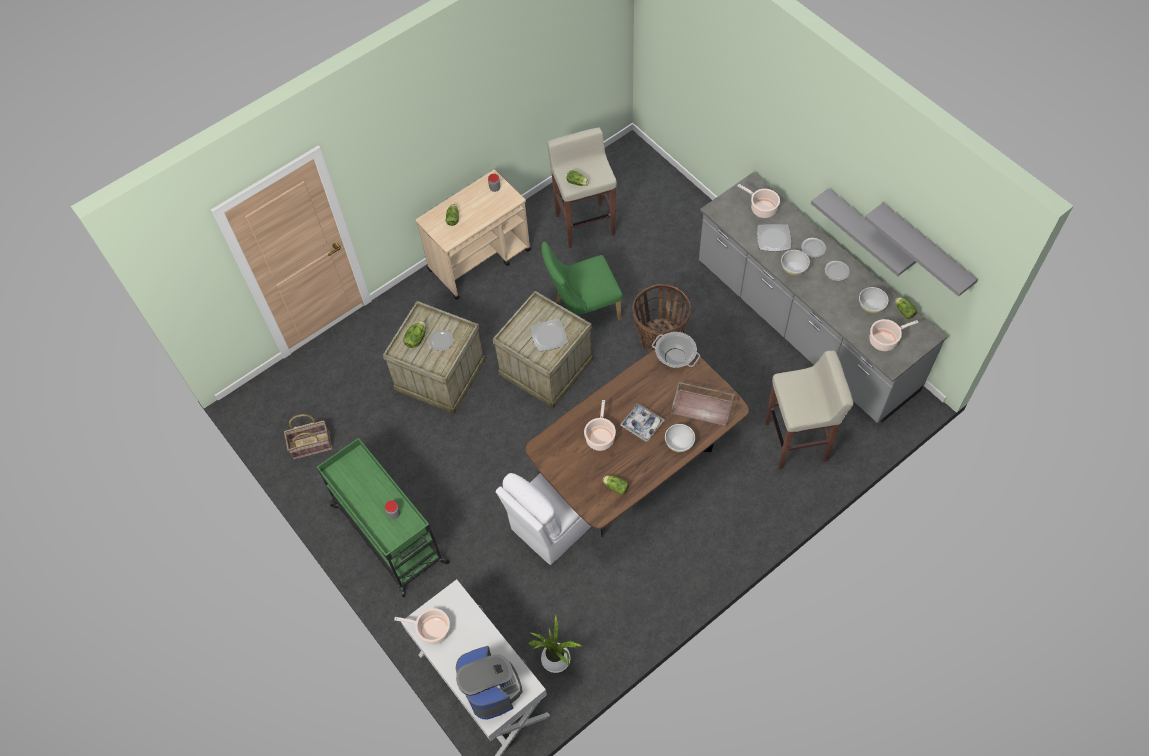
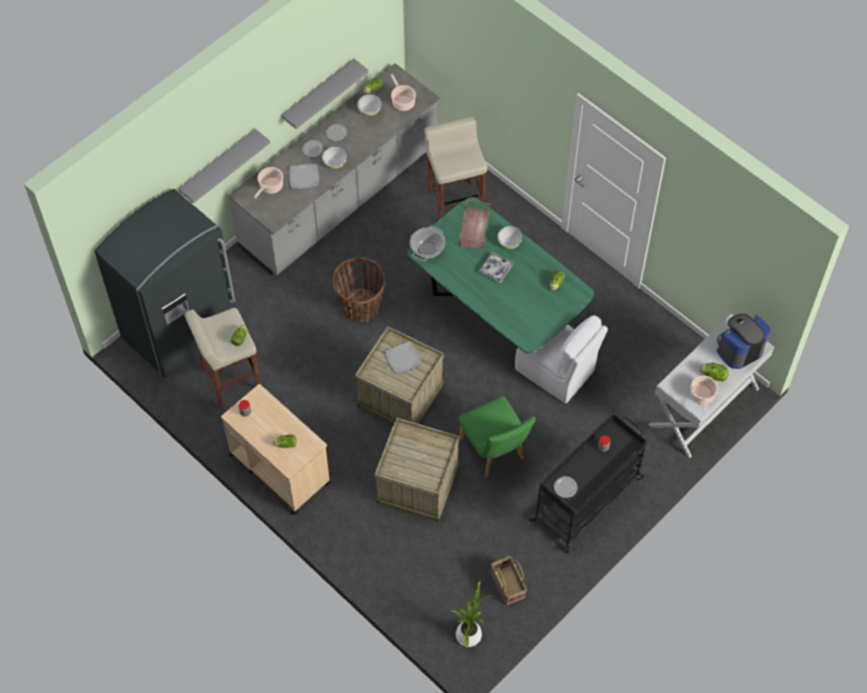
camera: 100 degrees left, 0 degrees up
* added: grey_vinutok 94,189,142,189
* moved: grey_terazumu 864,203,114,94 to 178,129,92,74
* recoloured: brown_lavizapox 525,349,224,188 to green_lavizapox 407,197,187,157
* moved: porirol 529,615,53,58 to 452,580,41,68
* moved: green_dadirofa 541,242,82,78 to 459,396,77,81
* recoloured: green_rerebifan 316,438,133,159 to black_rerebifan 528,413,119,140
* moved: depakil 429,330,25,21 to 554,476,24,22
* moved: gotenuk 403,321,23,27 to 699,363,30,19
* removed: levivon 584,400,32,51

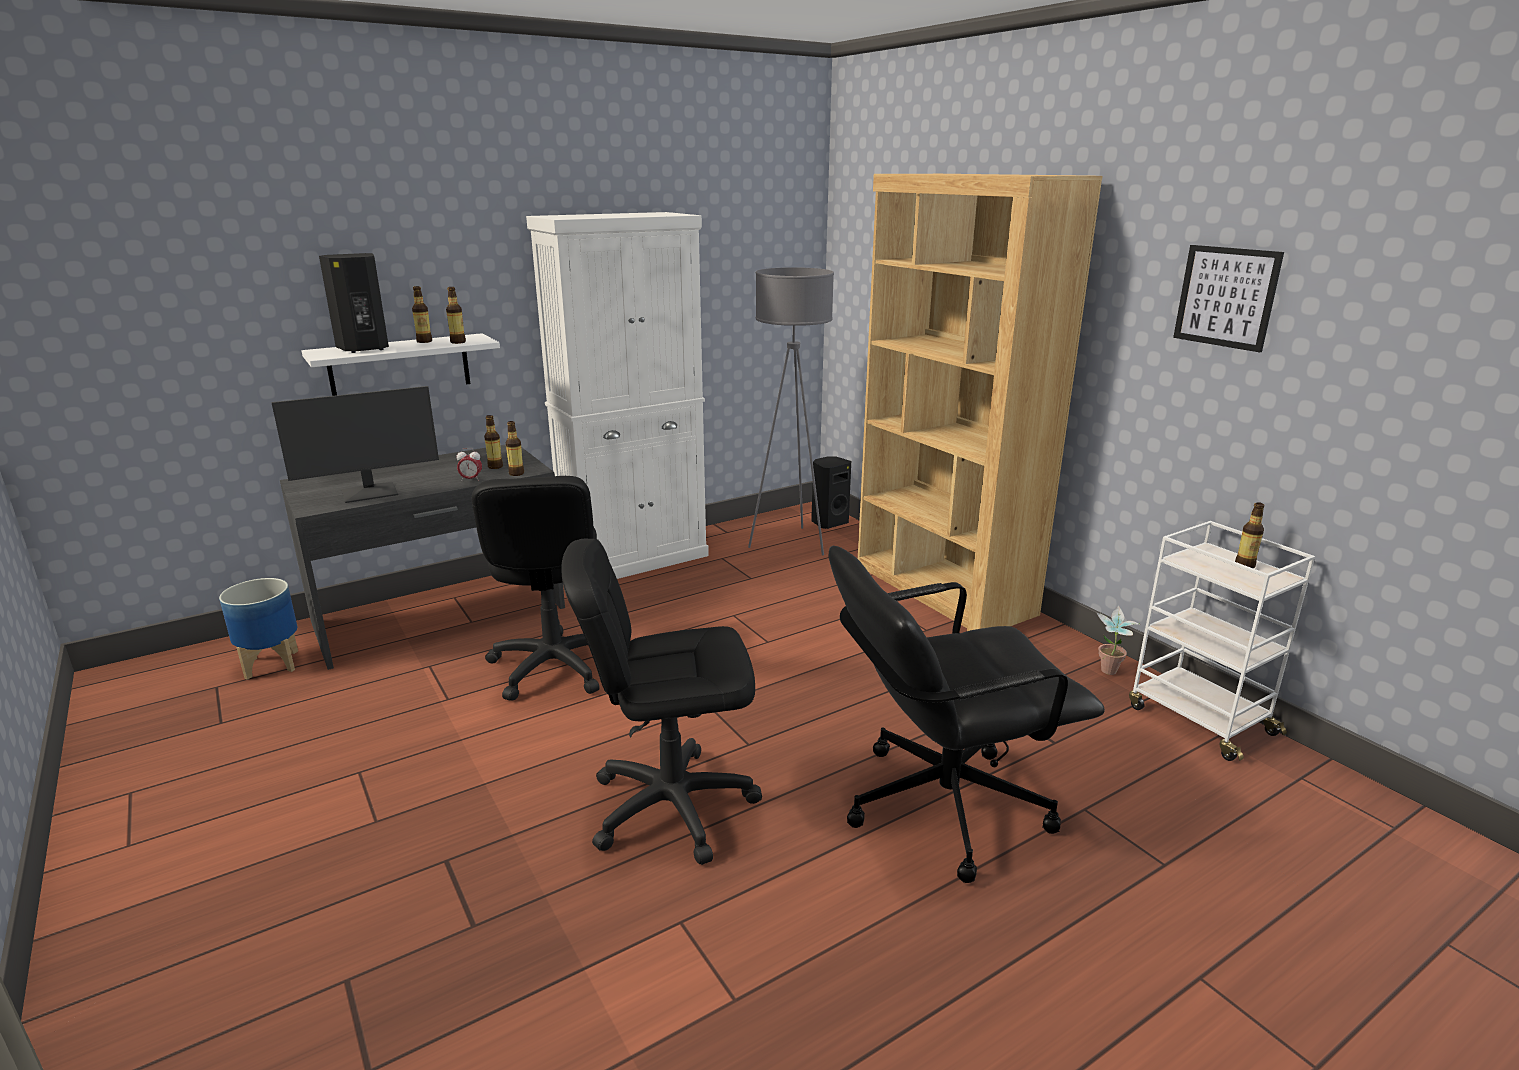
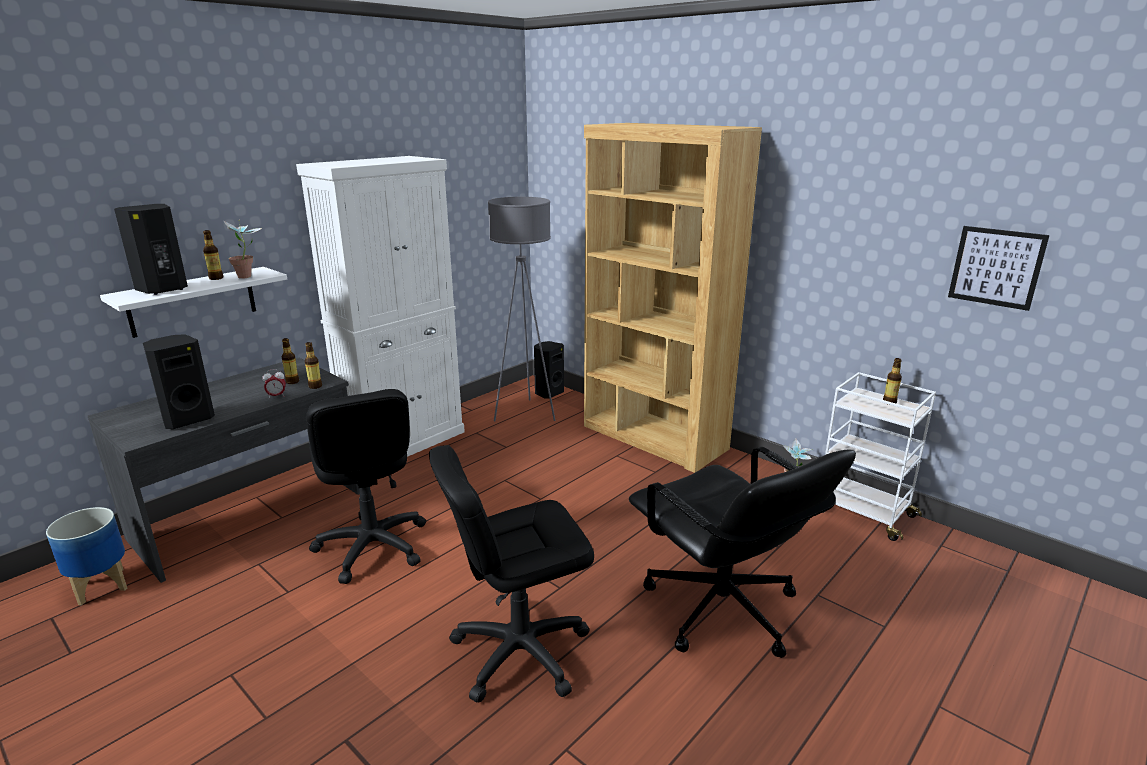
camera: 15 degrees left, 0 degrees up
* replaced: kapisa 271,386,168,117 to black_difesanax 143,334,72,95
* replaced: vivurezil 446,287,20,57 to porirol 223,220,39,59
* turned: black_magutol 829,546,276,337 = 629,447,227,211 90 degrees counterclockwise
* moved: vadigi 1173,245,111,107 to 948,226,102,85

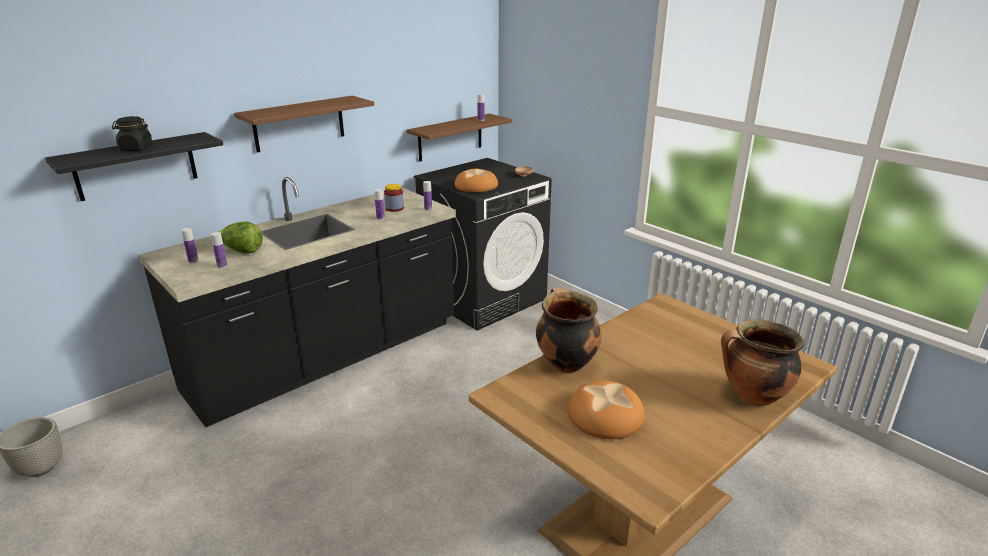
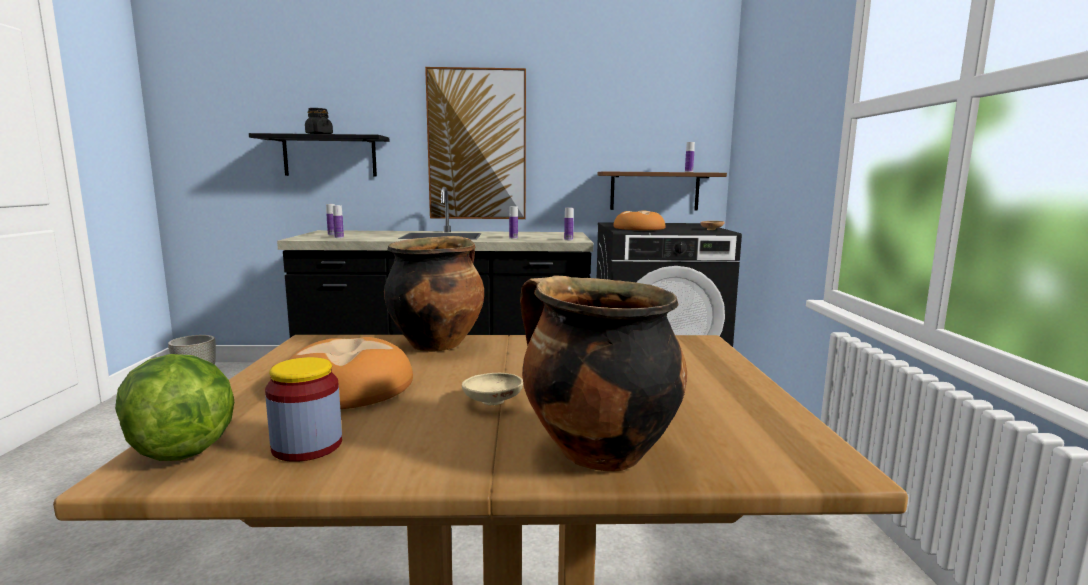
camera: 40 degrees right, 15 degrees down
* moved: gotenuk 219,221,44,32 to 115,354,119,107
* moved: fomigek 384,184,20,28 to 265,357,77,105
* replaced: brown_terazumu 234,96,140,57 to vadigi 425,67,101,152
* added: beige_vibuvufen 462,373,61,32

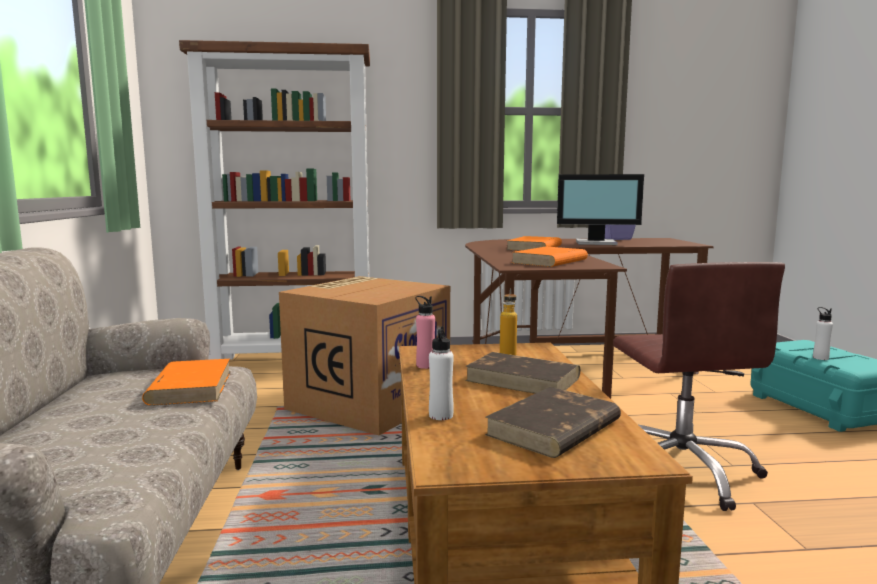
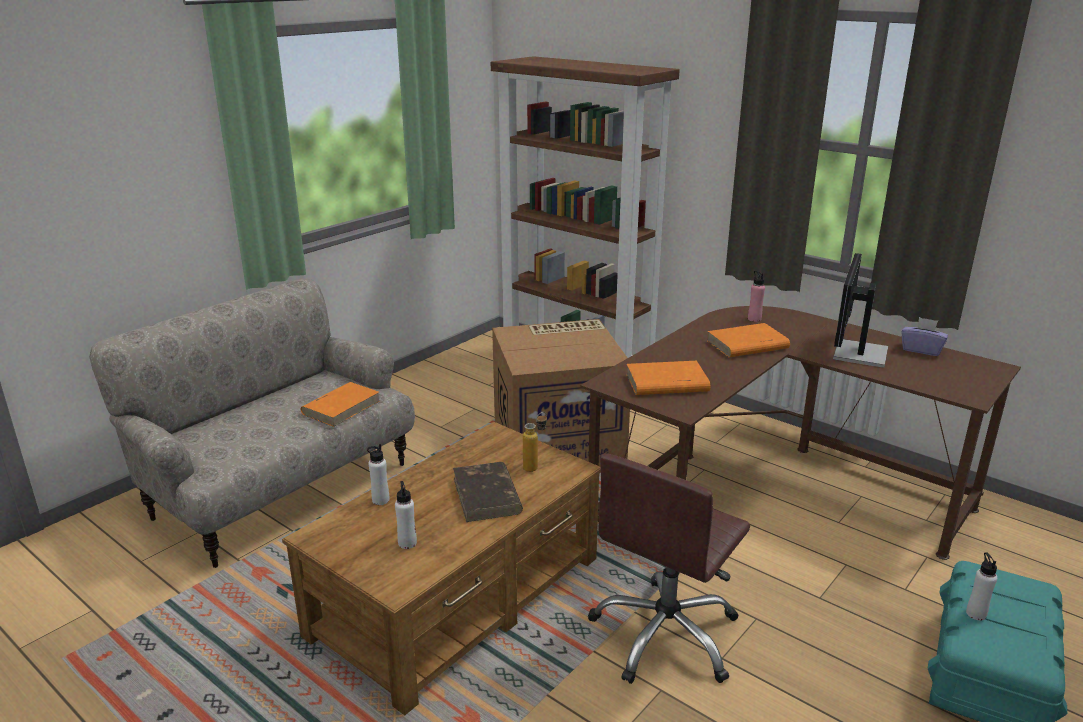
camera: 45 degrees right, 15 degrees up
* replaced: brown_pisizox 485,387,136,71 to white_vivurezil 395,481,22,68
* moved: pink_vivurezil 415,296,20,73 to 748,271,17,51
* turned: kapisa 557,174,87,71 = 833,253,55,115 60 degrees clockwise

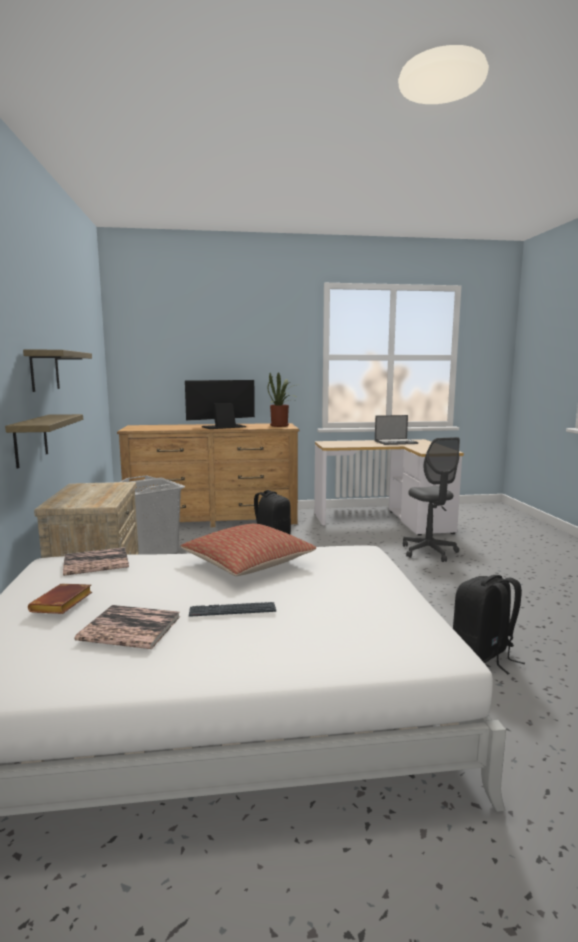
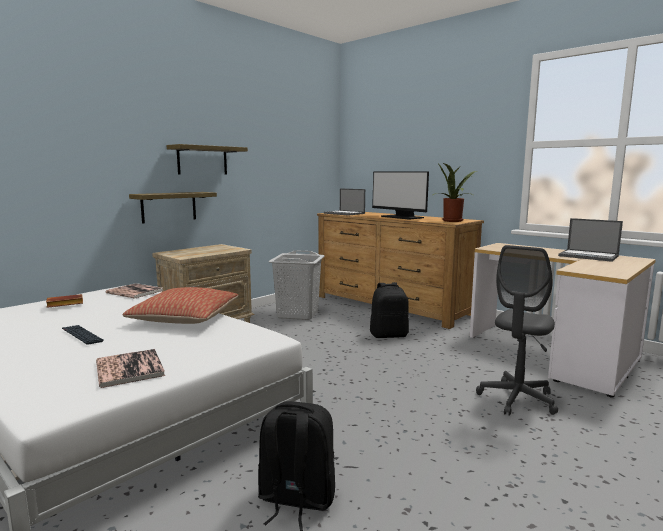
camera: 50 degrees right, 0 degrees up
* moved: pisizox 75,605,105,44 to 96,349,69,39
* added: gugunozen 324,188,41,28
* turned: kapisa 185,380,70,49 = 372,171,57,49 150 degrees counterclockwise

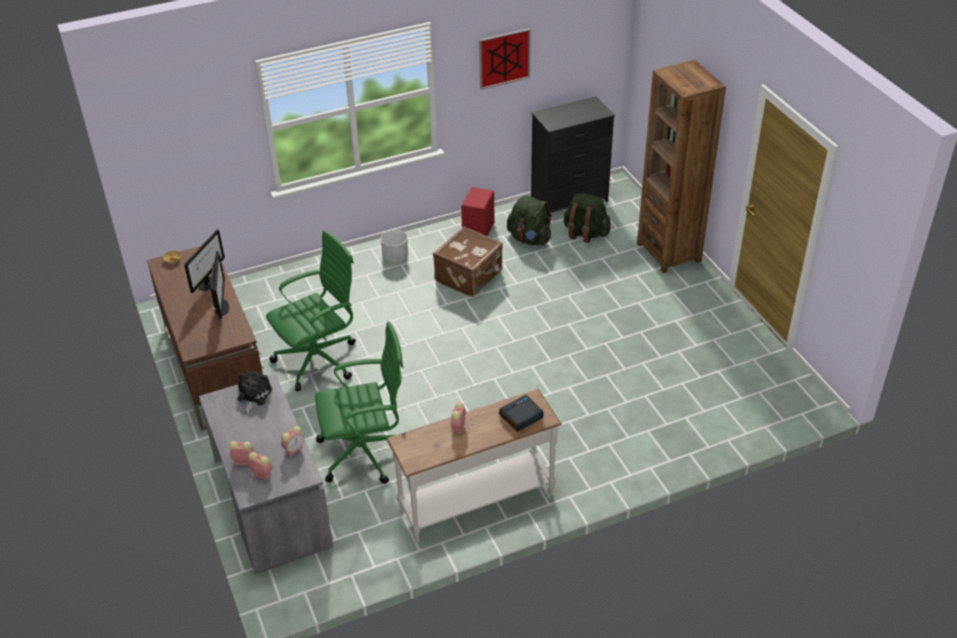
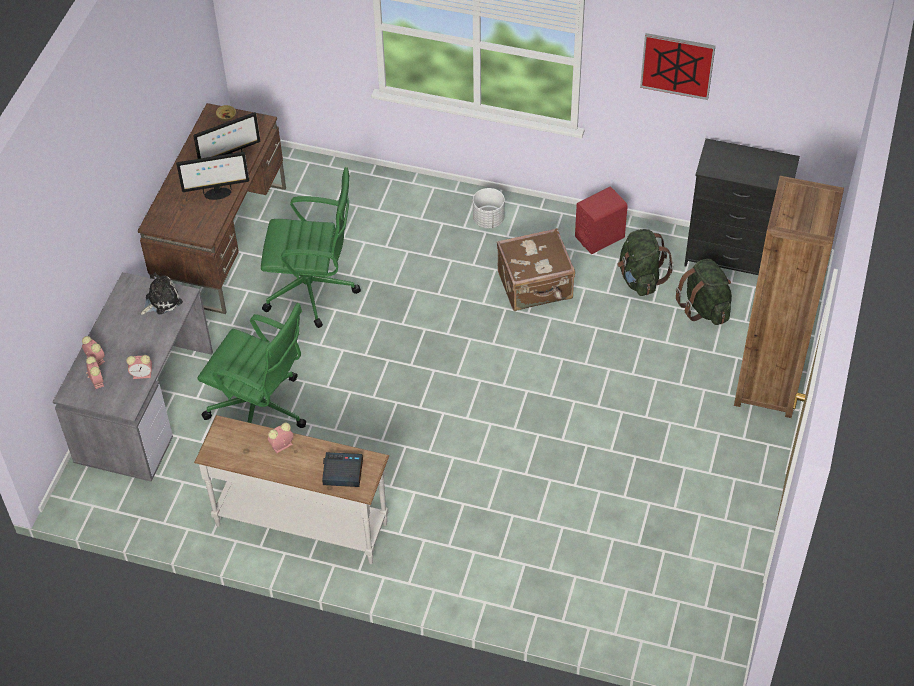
camera: 40 degrees right, 10 degrees up
* turned: kapisa 210,251,19,68 = 176,152,73,48 45 degrees clockwise

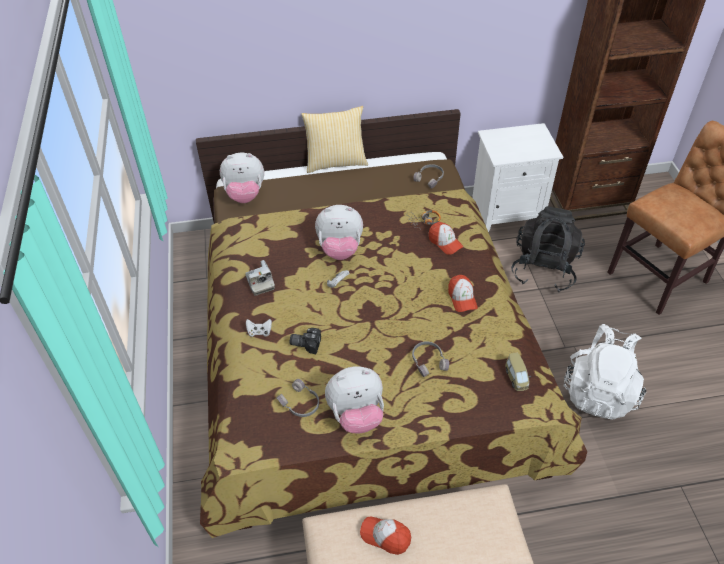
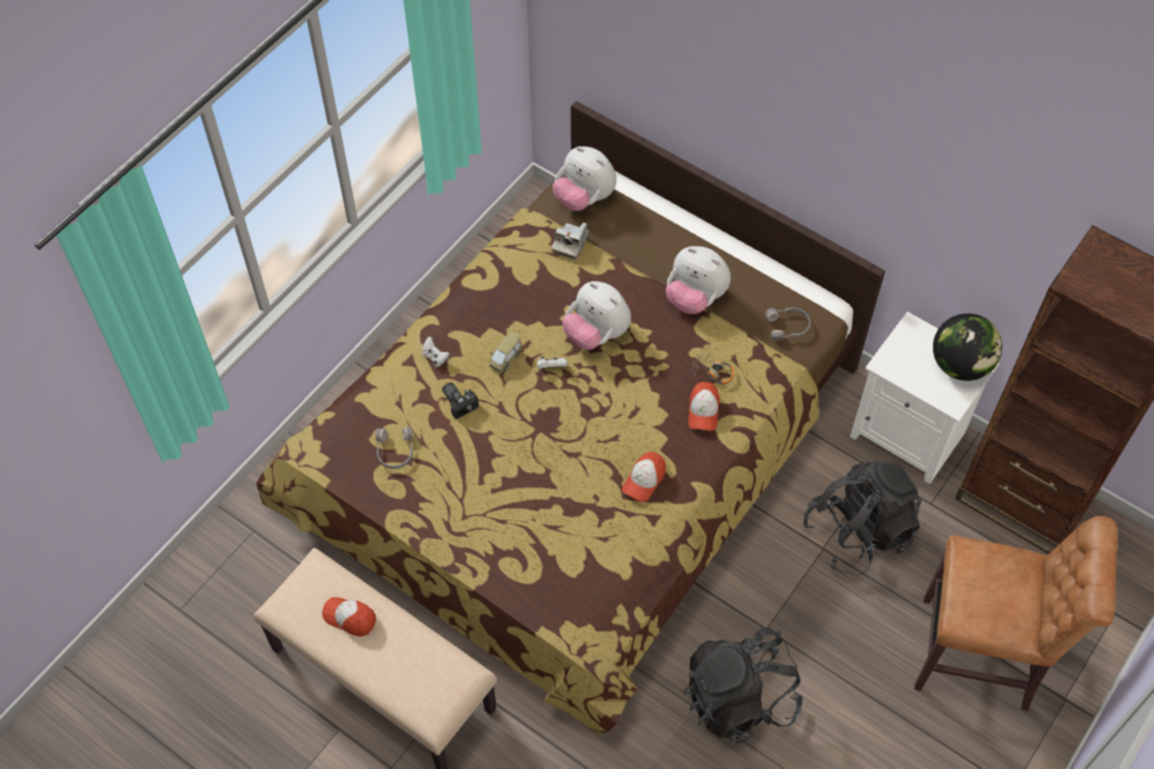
camera: 45 degrees right, 10 degrees up
* turned: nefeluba 360,517,51,38 = 322,597,54,40 45 degrees counterclockwise
* moved: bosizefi 505,352,26,39 to 489,332,33,41
* moved: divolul 245,260,30,36 to 552,222,37,37
* moved: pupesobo 325,366,59,68 to 666,246,65,68
* recoloured: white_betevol 564,324,82,96 to black_betevol 684,627,119,116
* added: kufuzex 933,313,69,68
* removed: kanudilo 301,106,67,67
* removed: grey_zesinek 412,341,37,36

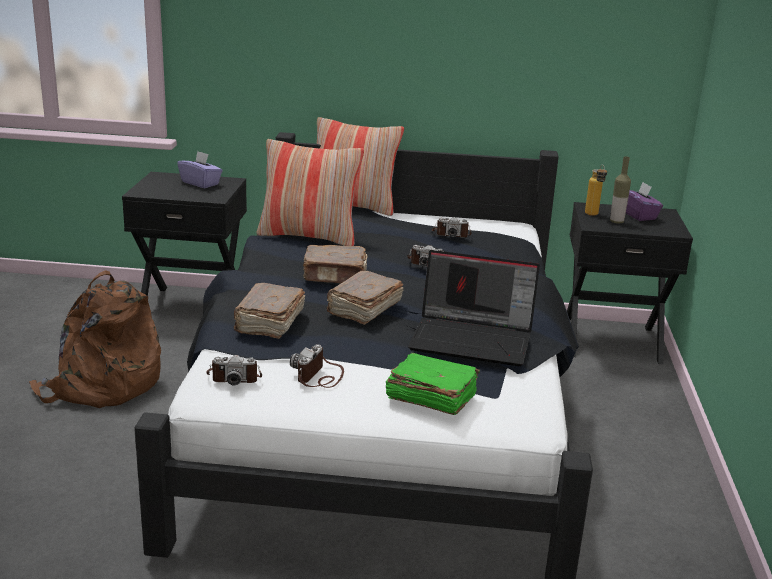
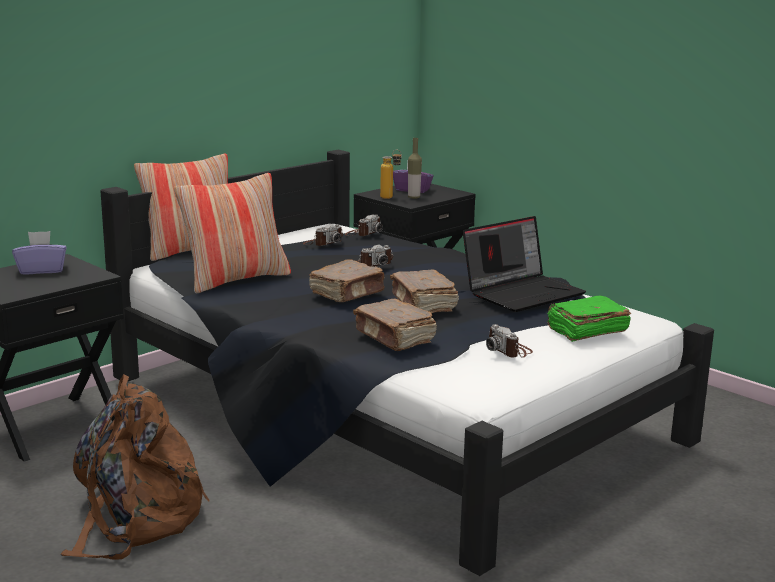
camera: 50 degrees left, 5 degrees down
* moved: divolul 206,355,56,30 to 345,215,38,21

